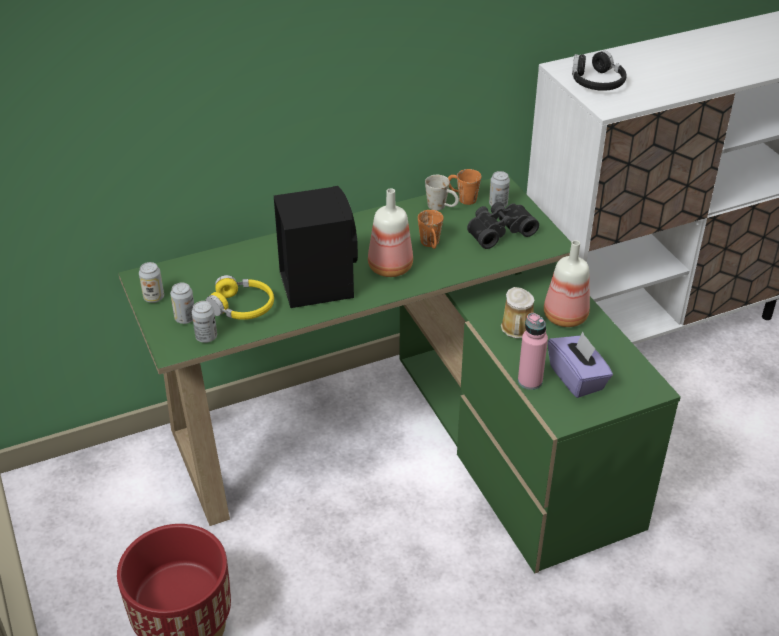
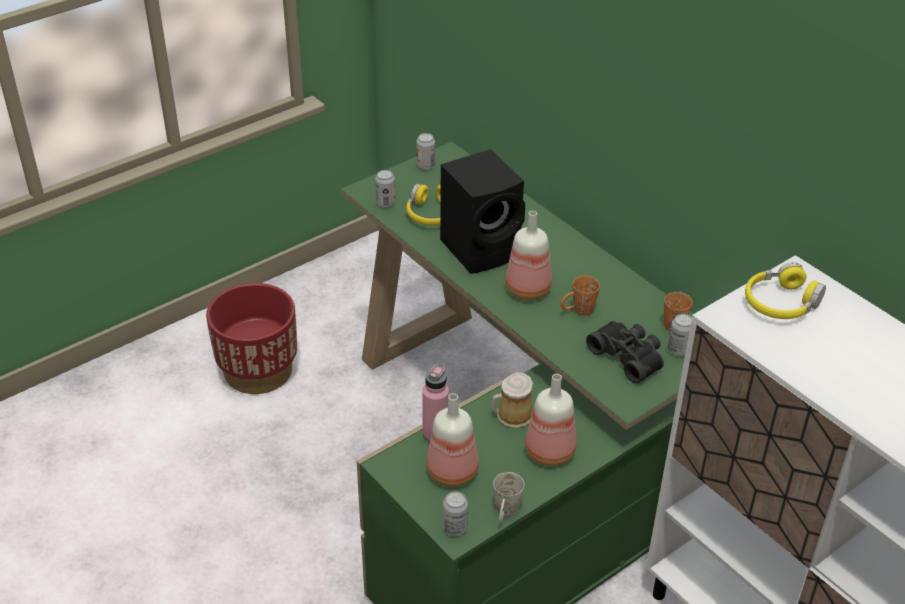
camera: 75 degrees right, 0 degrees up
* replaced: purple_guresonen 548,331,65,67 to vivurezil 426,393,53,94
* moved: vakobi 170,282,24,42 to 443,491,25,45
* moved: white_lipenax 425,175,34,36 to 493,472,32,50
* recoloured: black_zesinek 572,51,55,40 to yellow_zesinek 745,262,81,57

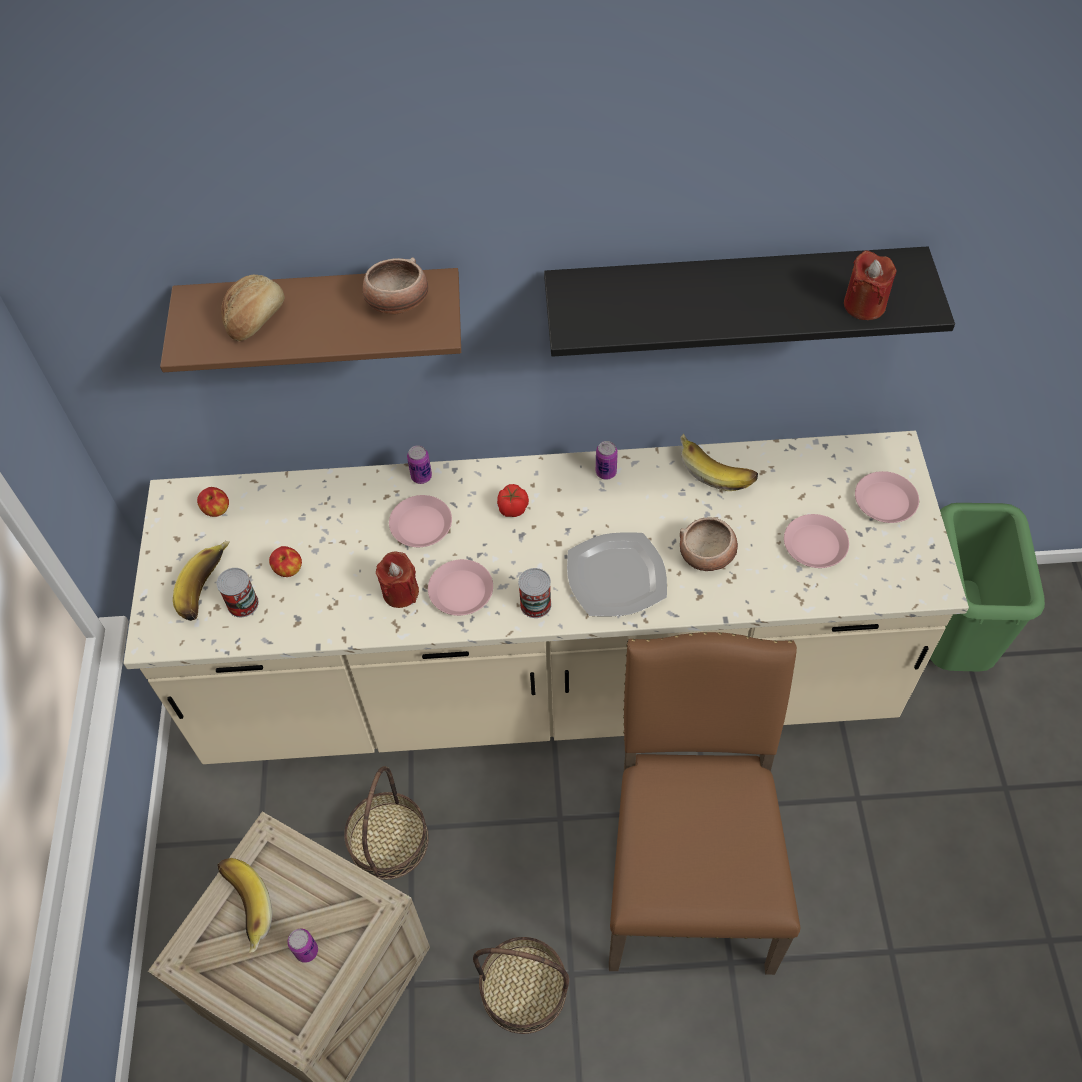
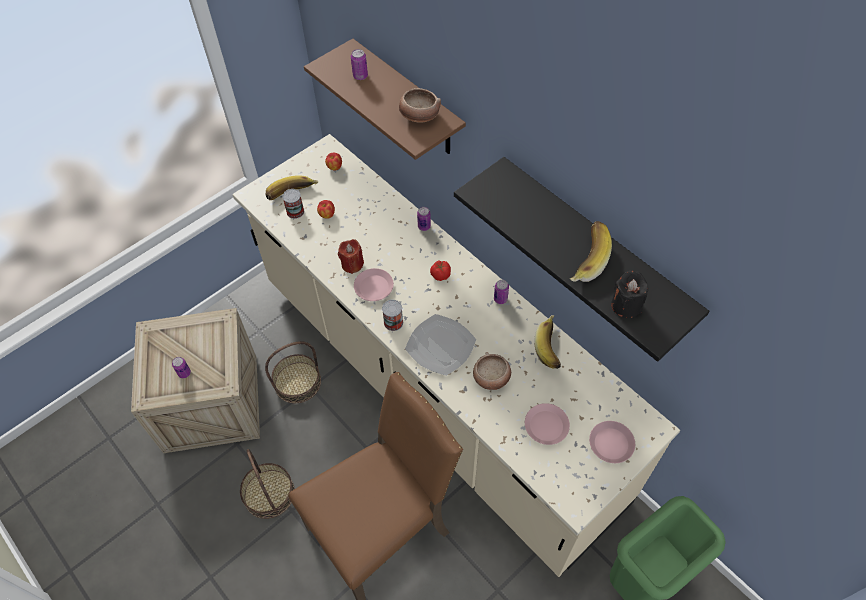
camera: 50 degrees right, 0 degrees up
* replaced: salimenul 221,275,64,66 to vakobi 351,49,17,31
* moved: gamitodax 217,858,56,95 to 570,221,42,61
* recoloured: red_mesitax 844,250,52,70 to black_mesitax 611,271,38,47
* removed: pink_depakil 389,495,63,52

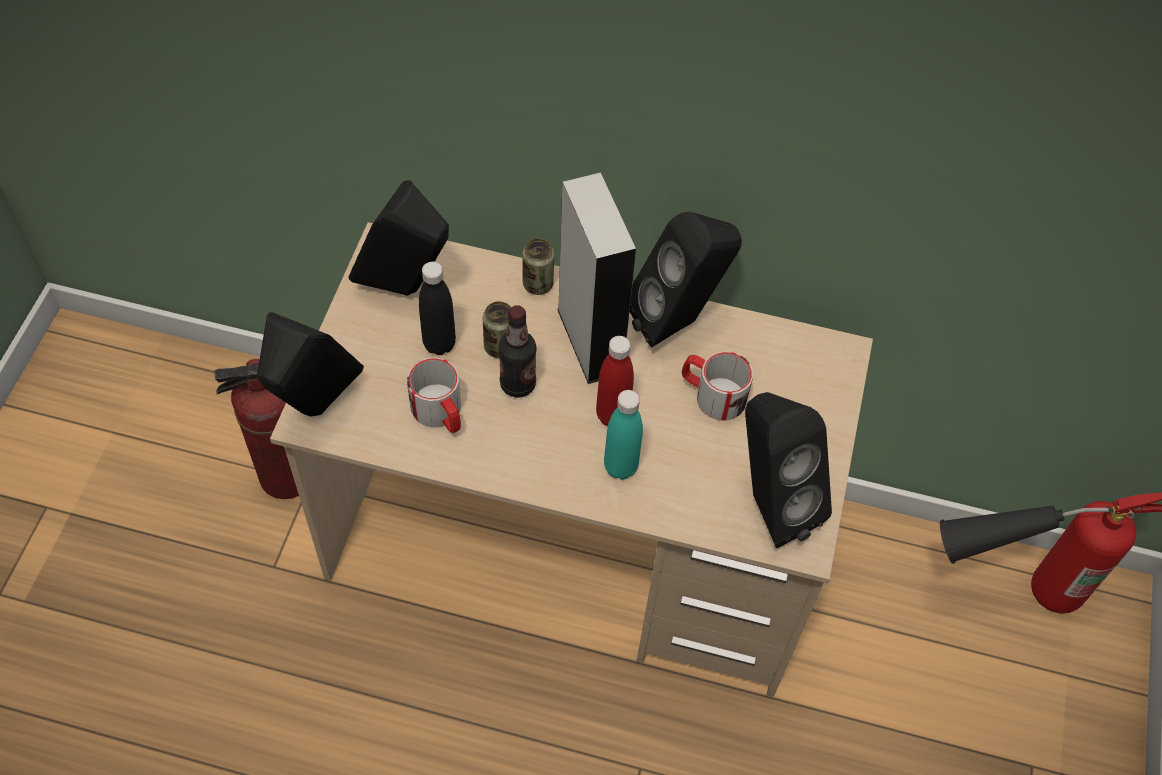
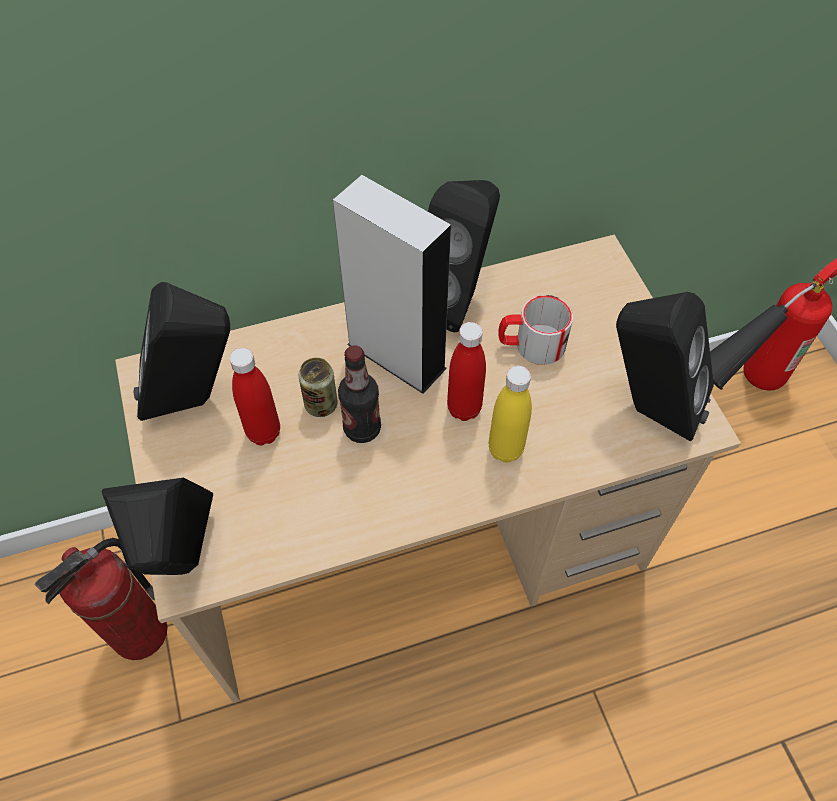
camera: 30 degrees left, 0 degrees up
* recoloured: black_vivurezil 419,262,37,93 to red_vivurezil 229,348,51,97
* recoloured: turquoise_vivurezil 604,390,39,90 to yellow_vivurezil 489,366,43,97
* removed: lipenax 407,358,54,75
* removed: vakobi 523,238,31,57

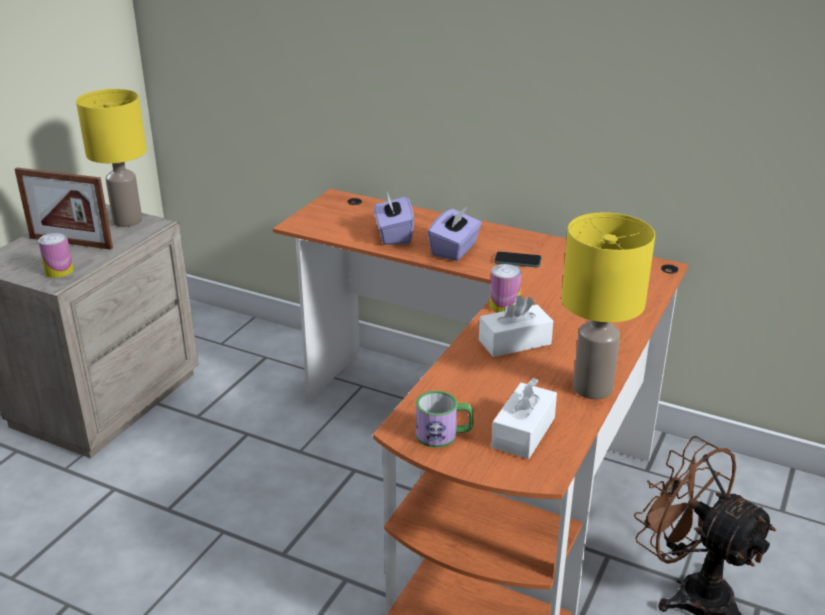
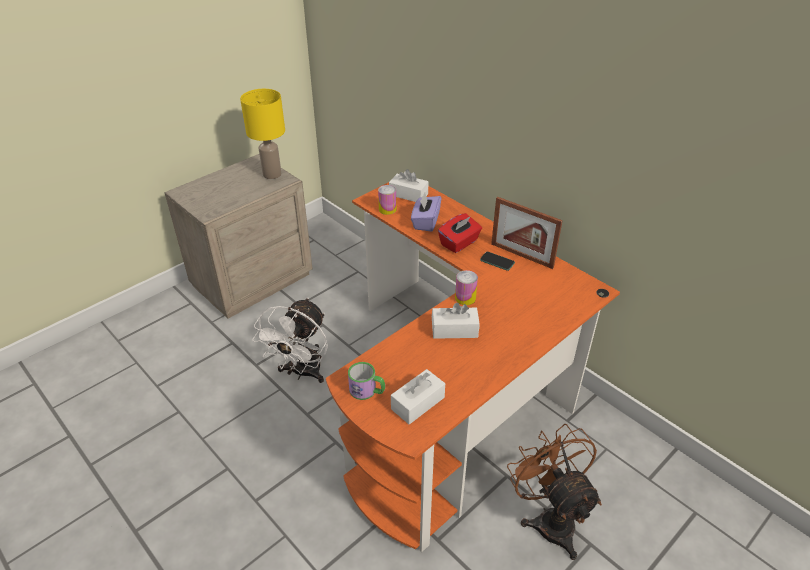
camera: 20 degrees right, 10 degrees up
* added: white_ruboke 252,298,76,85
* moved: vakobi 38,233,36,45 to 378,185,18,30
* added: white_guresonen 389,169,39,33
* recoloured: purple_guresonen 428,207,54,54 to red_guresonen 438,213,44,40
* moved: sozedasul 15,167,98,83 to 491,197,72,72
* removed: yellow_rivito 561,212,94,187

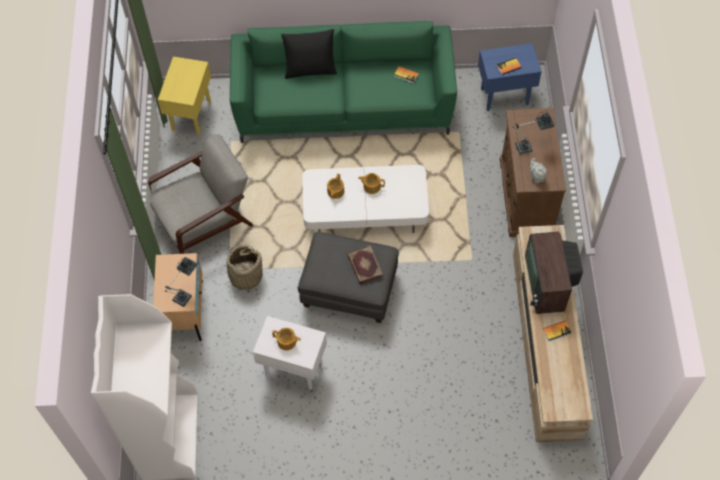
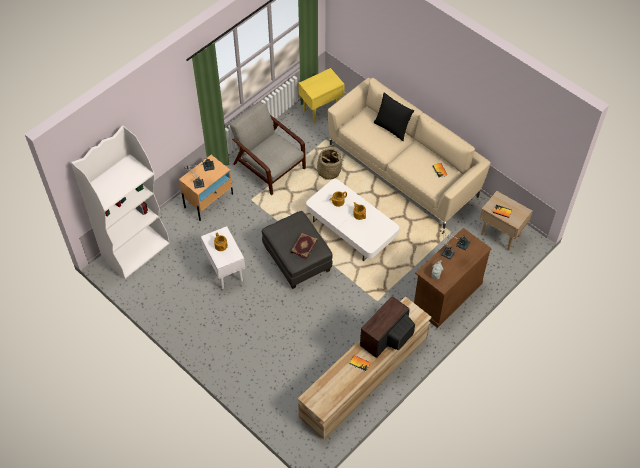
camera: 45 degrees right, 5 degrees down
* turned: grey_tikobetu 148,134,106,120 = 230,102,76,93 150 degrees counterclockwise
* moved: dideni 225,245,38,45 to 317,148,25,32
* recoloured: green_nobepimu 230,21,227,122 to beige_nobepimu 328,78,163,151
* recoloured: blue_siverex 478,43,64,68 to beige_siverex 480,191,52,60

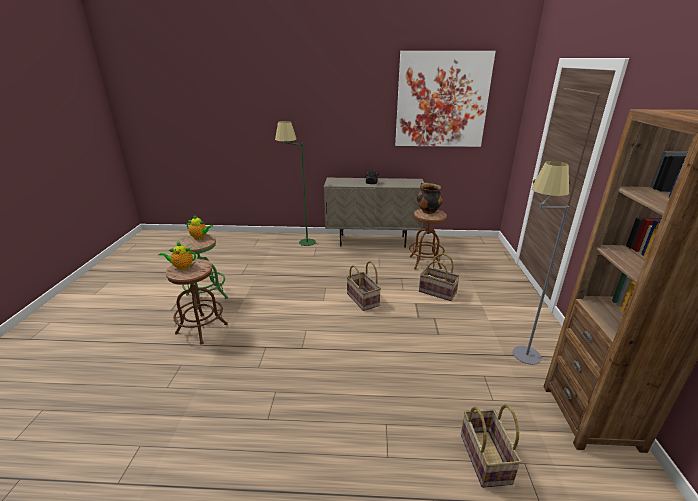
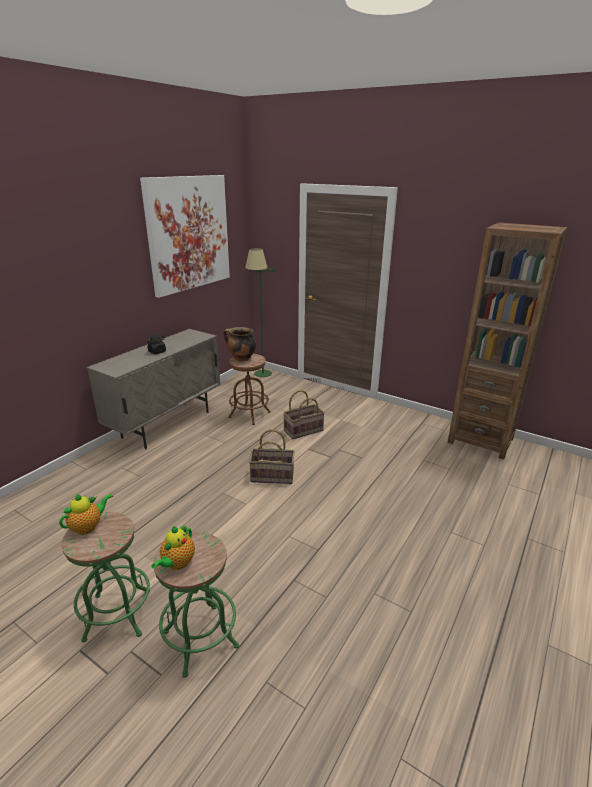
camera: 60 degrees left, 0 degrees up
* recoloured: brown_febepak 166,259,62,86 to green_febepak 154,532,85,146
* moved: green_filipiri 275,121,41,125 to 245,248,30,129
* removed: dideni 461,404,61,84
* removed: grey_filipiri 513,161,56,204

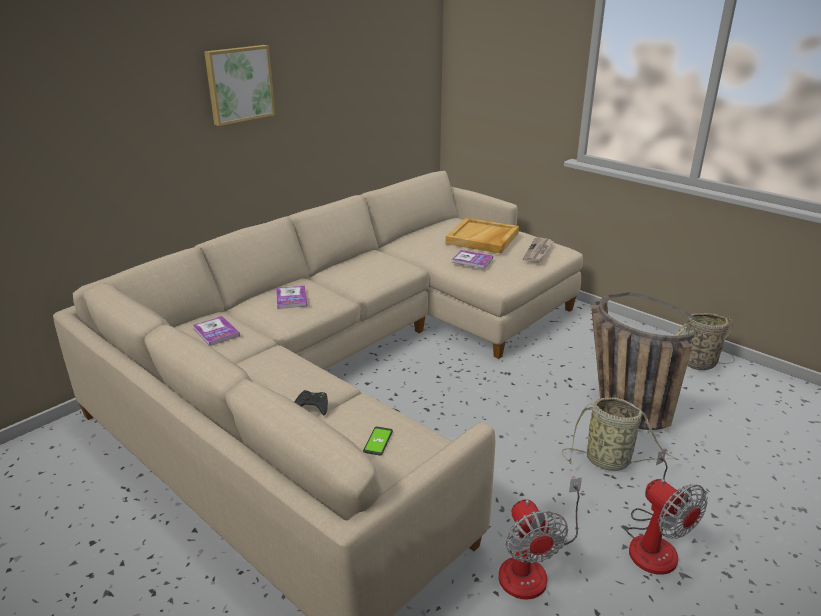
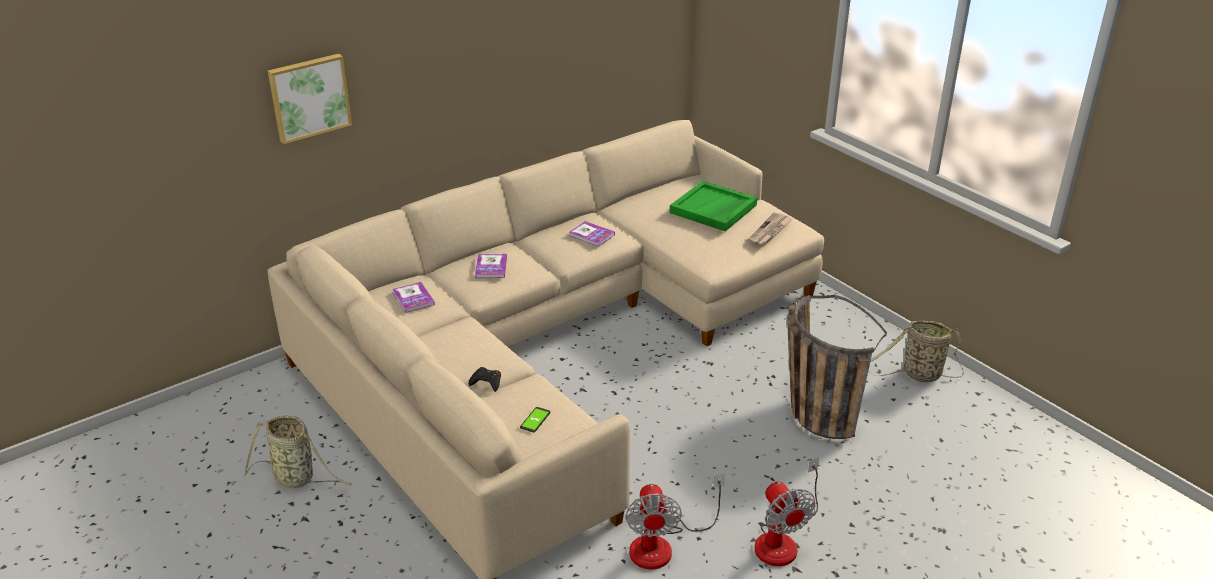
camera: 10 degrees right, 5 degrees up
* moved: dideni 562,397,117,74 to 244,416,108,72
* moved: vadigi 204,45,71,81 to 268,54,84,90
* moved: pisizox 452,250,41,19 to 569,221,46,26
* recoloured: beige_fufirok 445,218,74,36 to green_fufirok 670,181,87,50

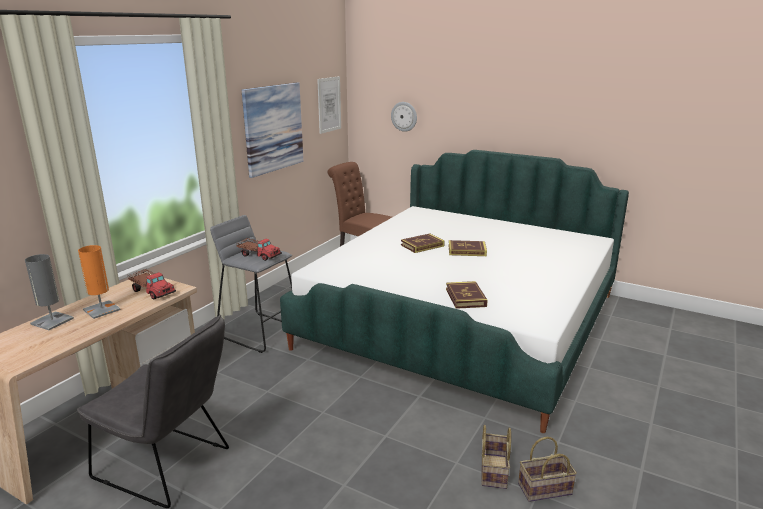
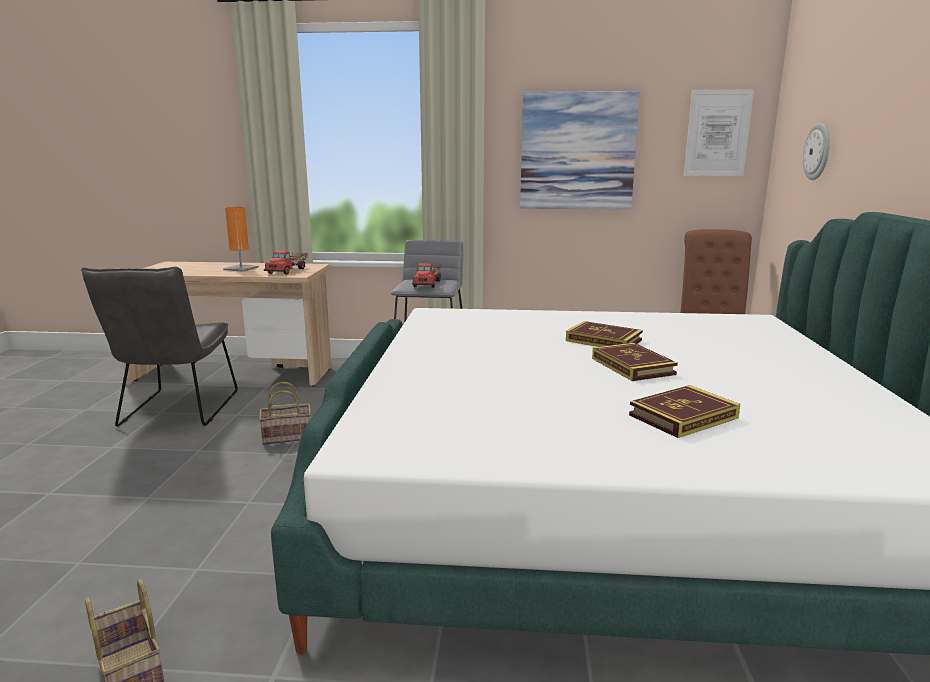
camera: 65 degrees right, 5 degrees down
* moved: dideni 481,425,30,64 to 259,382,52,63
* moved: pisizox 446,281,42,28 to 629,385,111,53
* removed: grey_rivito 25,254,49,76

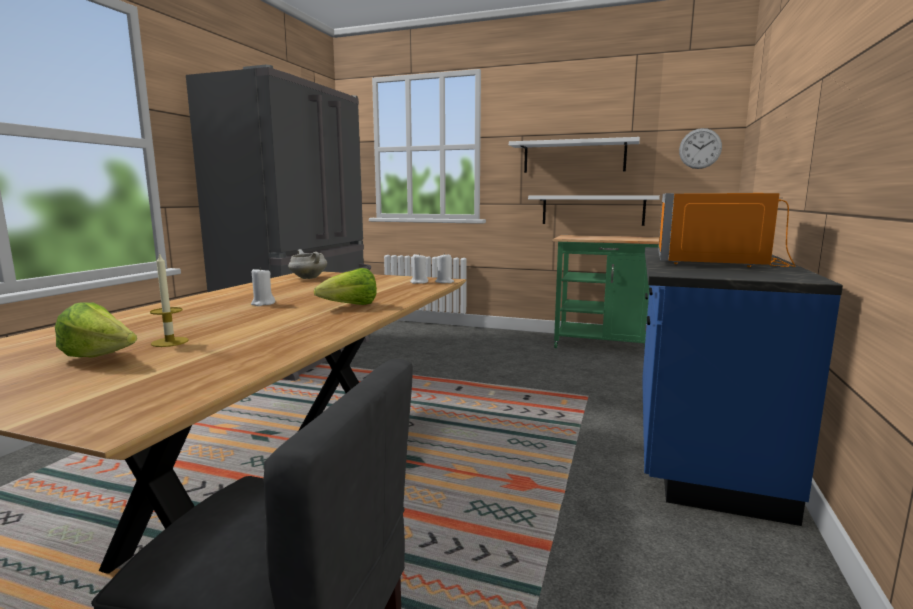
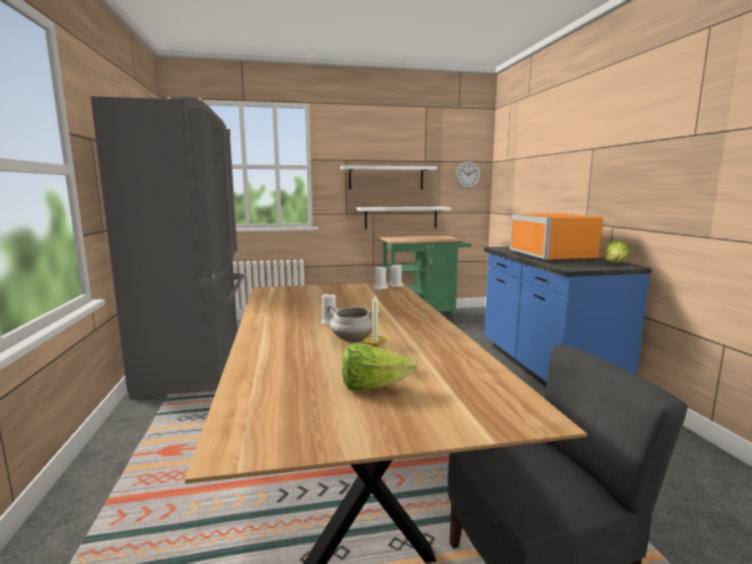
camera: 30 degrees left, 0 degrees up
* moved: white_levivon 288,249,39,30 to 326,305,55,38
* moved: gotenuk 314,268,63,37 to 604,241,25,22

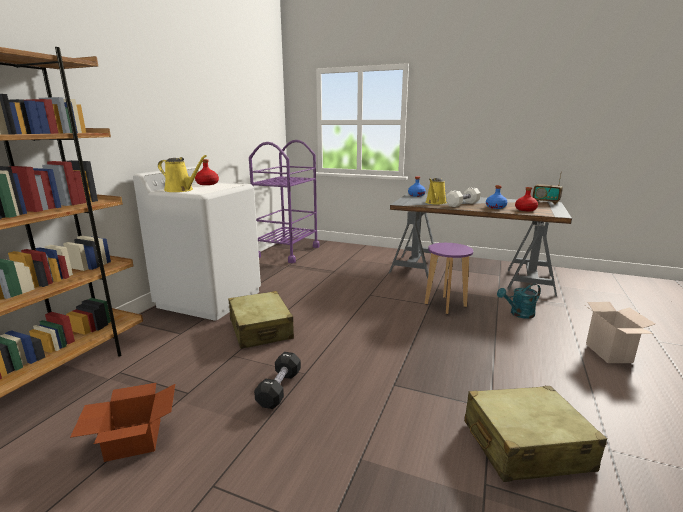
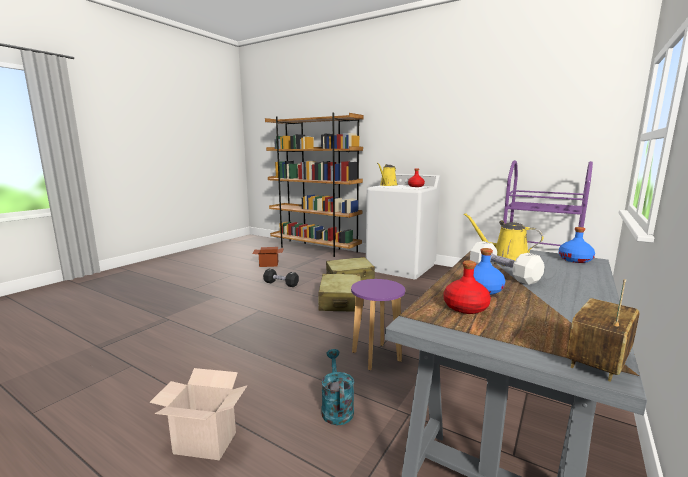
camera: 100 degrees right, 5 degrees down
* moved: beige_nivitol 464,386,143,96 to 318,274,43,37

